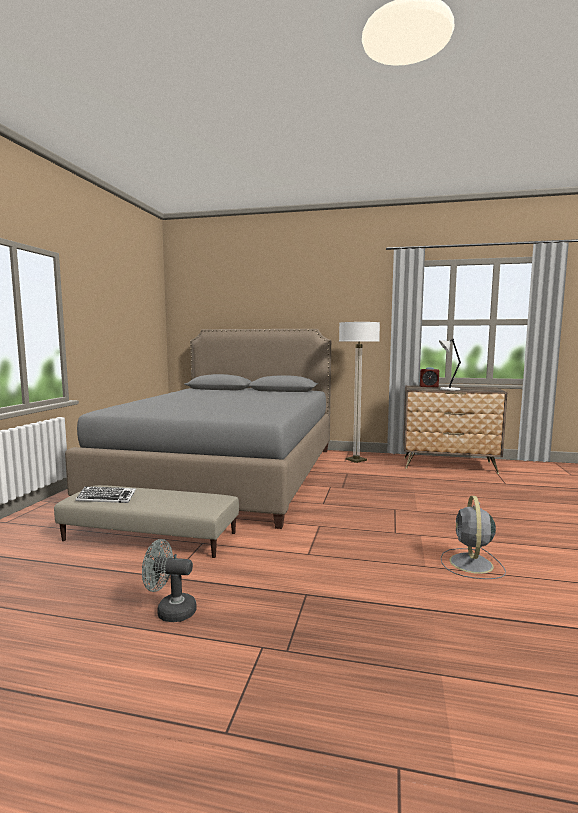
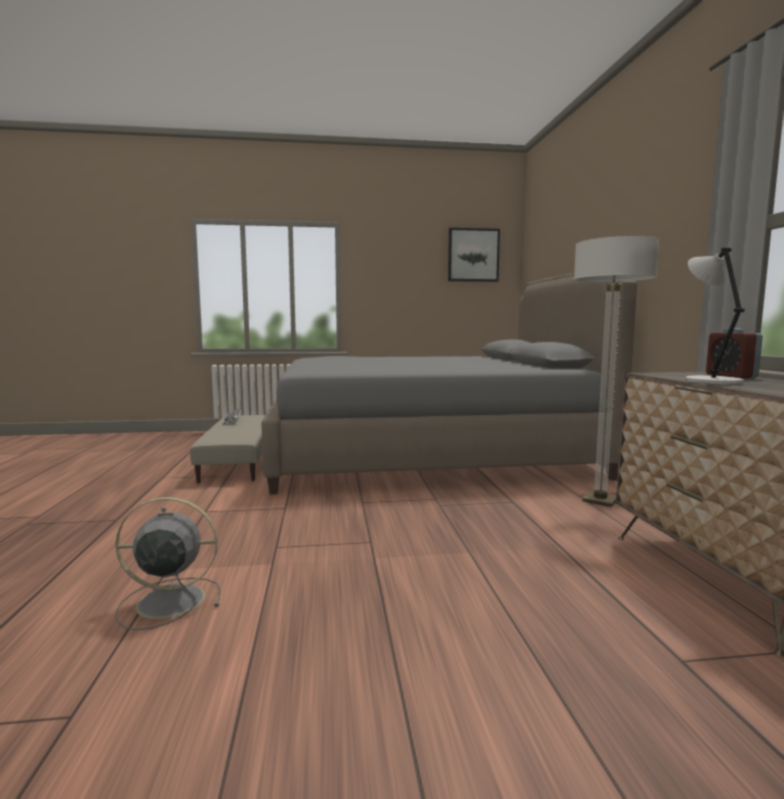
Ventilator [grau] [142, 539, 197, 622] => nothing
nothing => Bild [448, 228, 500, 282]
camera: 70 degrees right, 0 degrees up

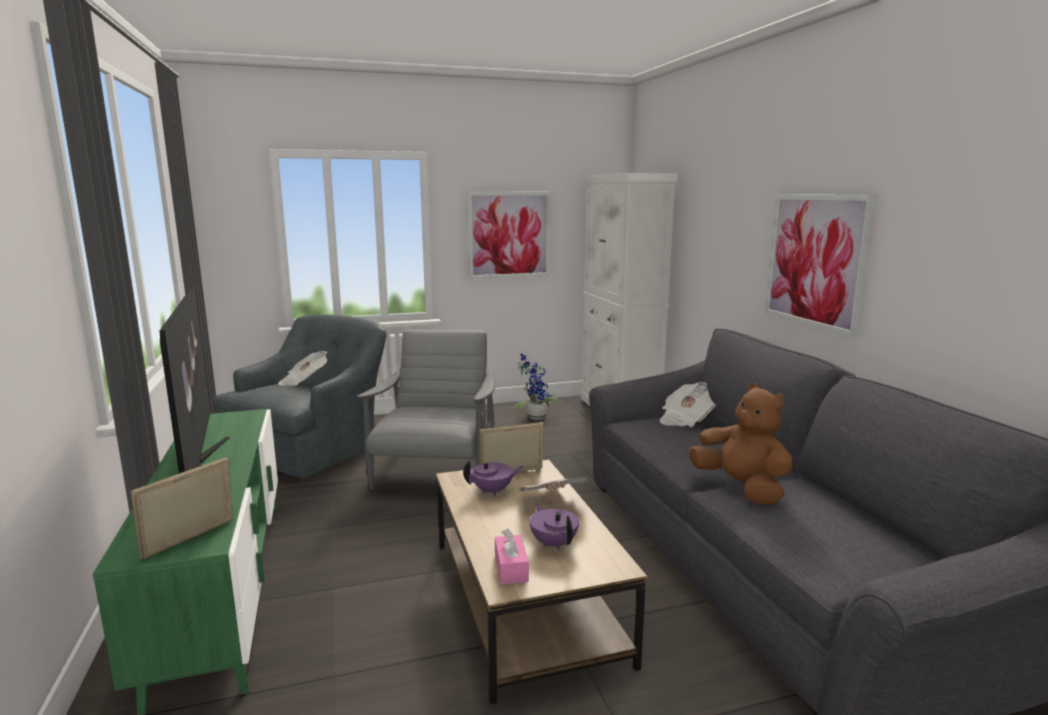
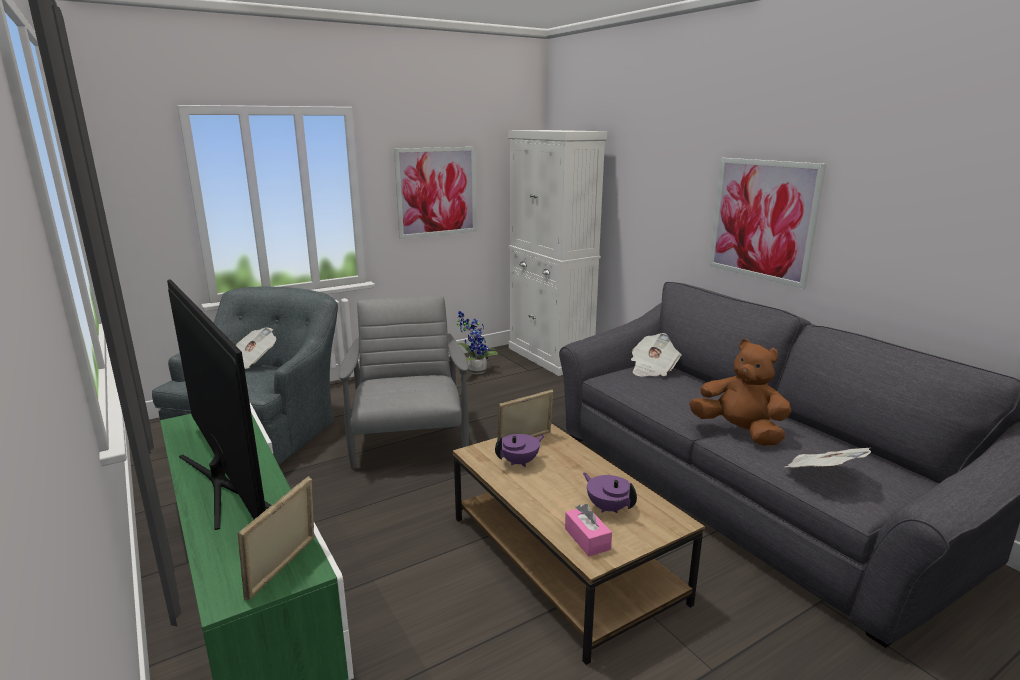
Zeitung [519, 477, 587, 492] => Zeitung [785, 448, 871, 468], shifted
camera: 15 degrees left, 5 degrees up

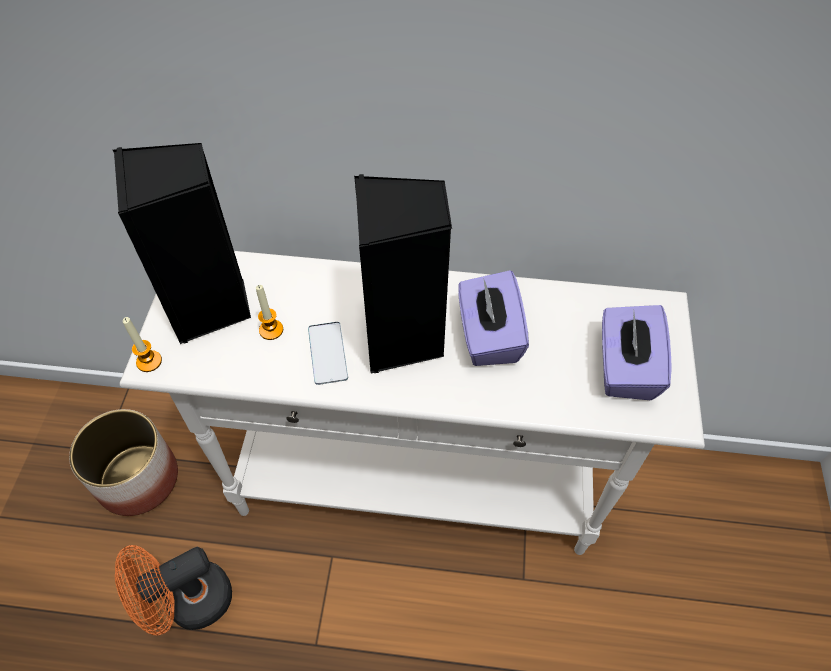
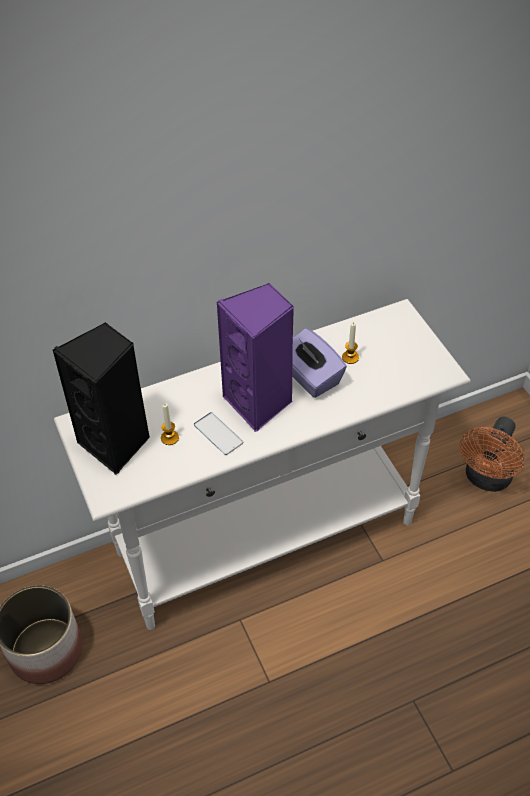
Ventilator [orange] [115, 545, 232, 635] => Ventilator [orange] [460, 417, 525, 492], shifted
Kerze [123, 317, 162, 372] => Kerze [342, 322, 359, 364], shifted
Lautsprecher [schwarz] [354, 174, 452, 373] => Lautsprecher [lila] [216, 283, 294, 432]
Taschentuchbox [lila] [602, 305, 672, 400] => nothing
camera: 30 degrees left, 5 degrees down

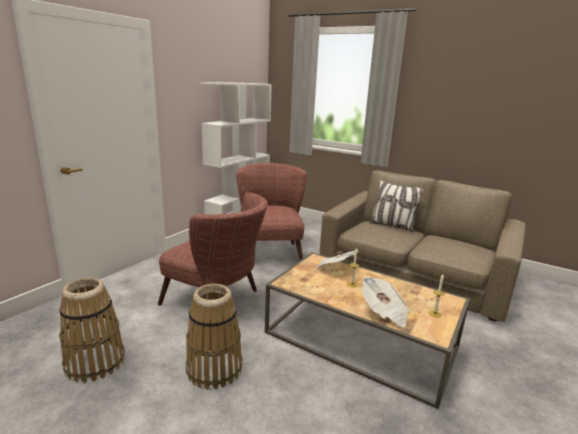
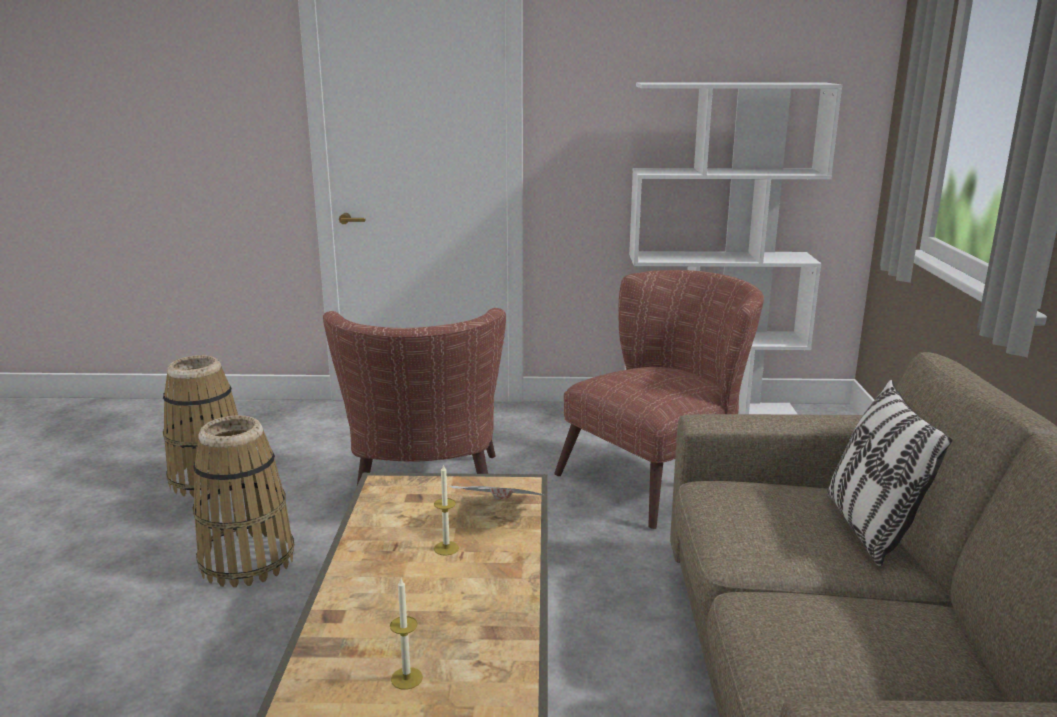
Zeitung [361, 276, 410, 327] => nothing
camera: 60 degrees right, 0 degrees up

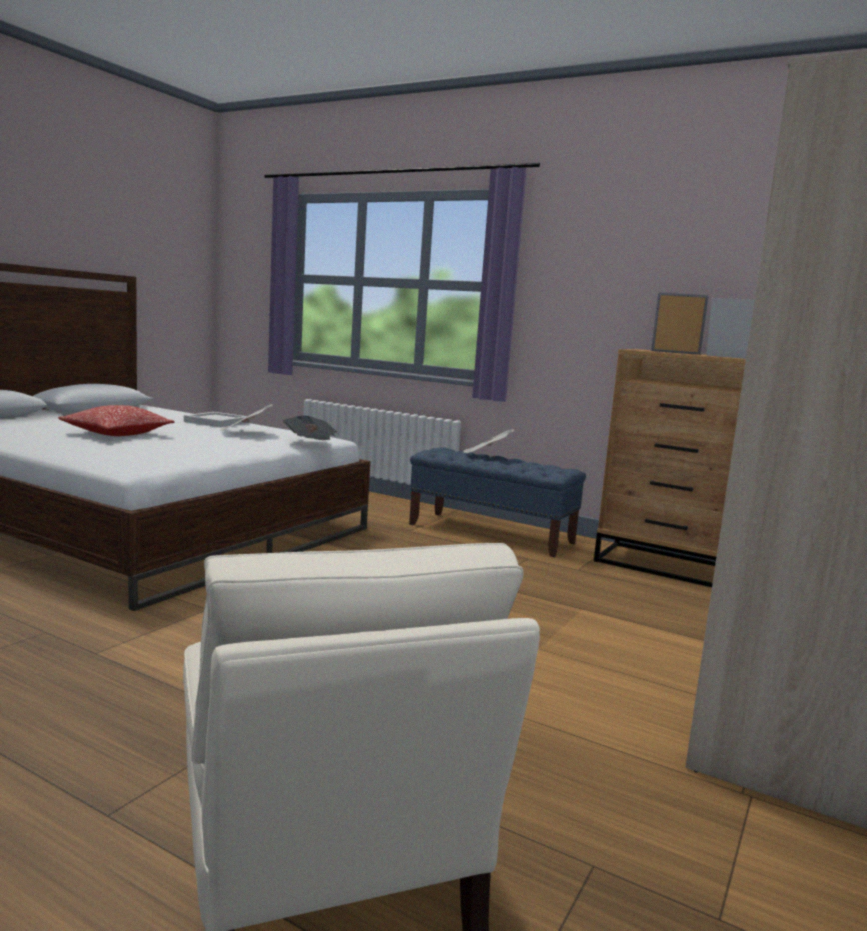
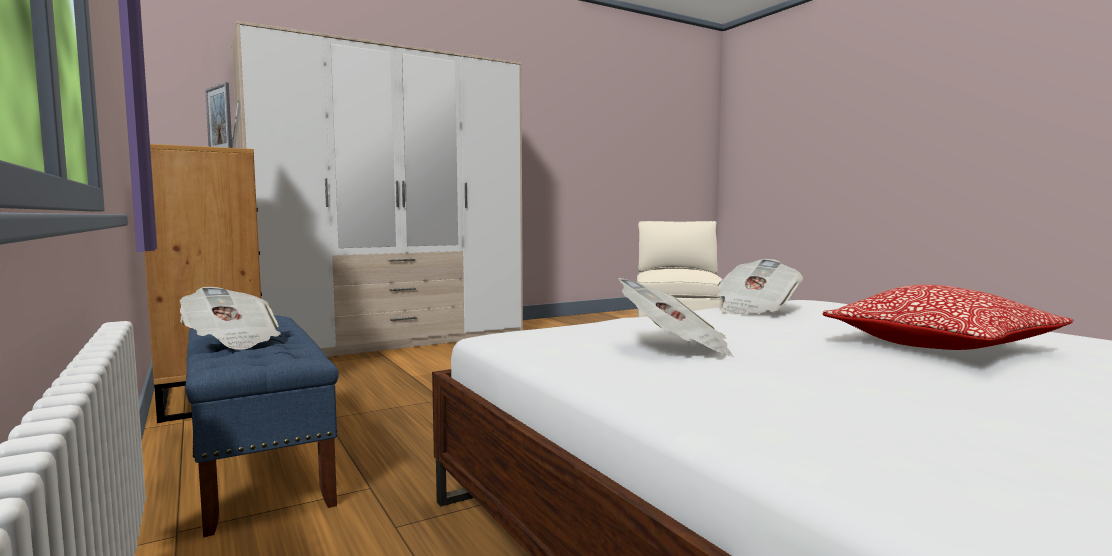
Tablett [weiß] [184, 412, 247, 427] => nothing
Zeitung [283, 416, 337, 440] => Zeitung [717, 259, 803, 314], shifted
camera: 150 degrees left, 5 degrees down

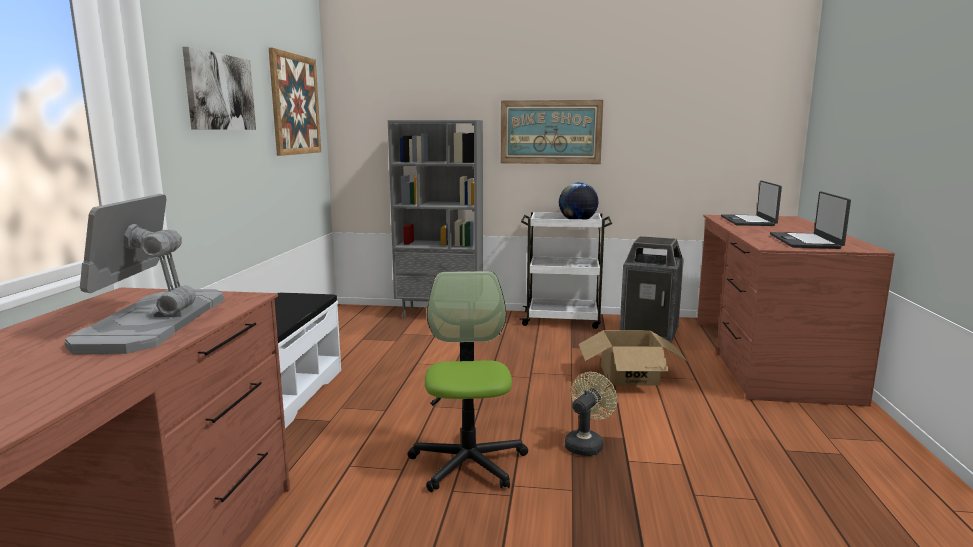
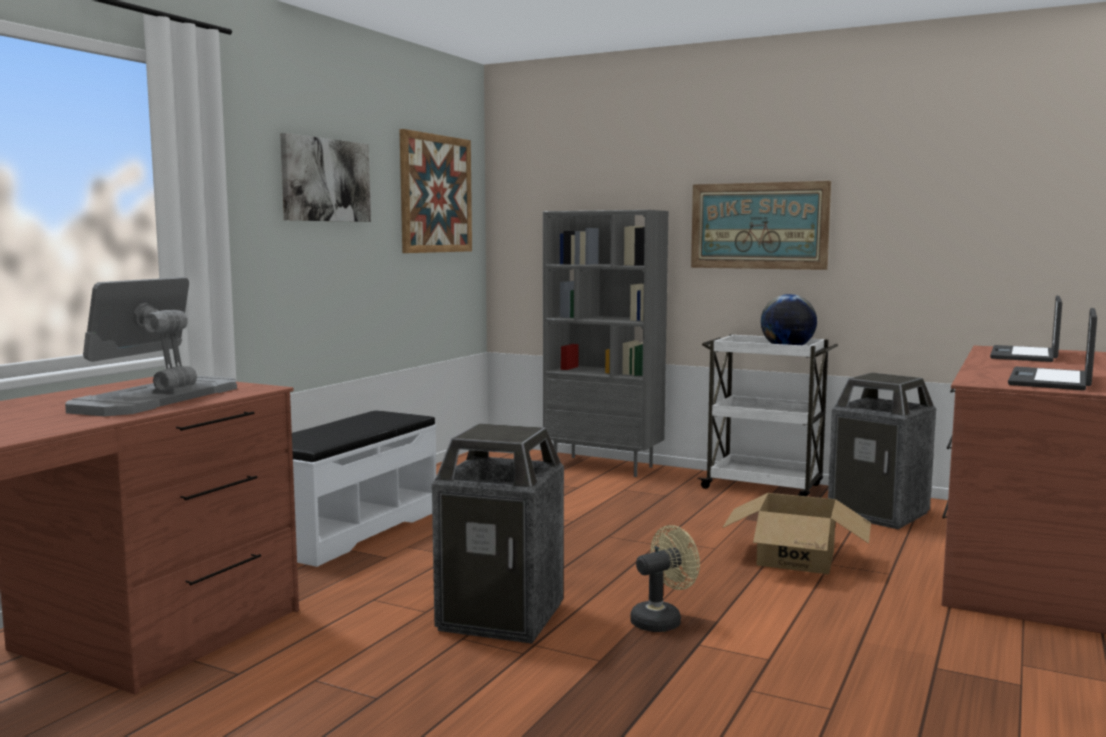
Bürostuhl [408, 271, 528, 492] => Mülleimer [432, 423, 564, 644]
camera: 20 degrees right, 5 degrees down

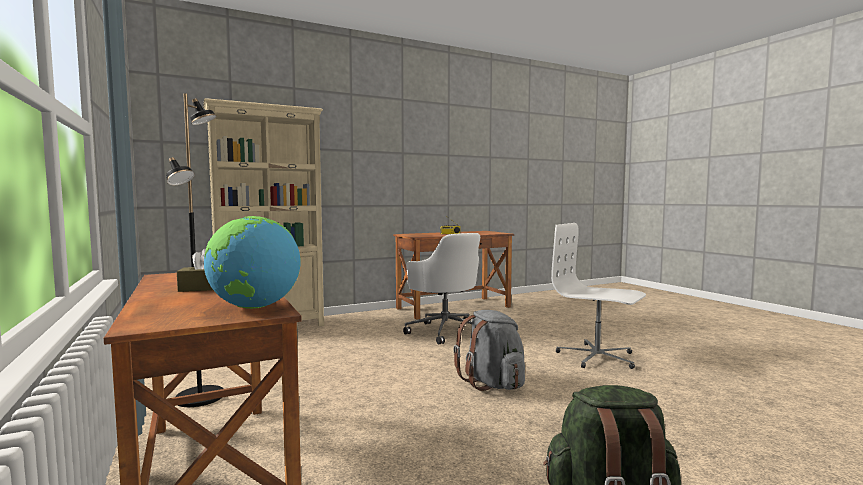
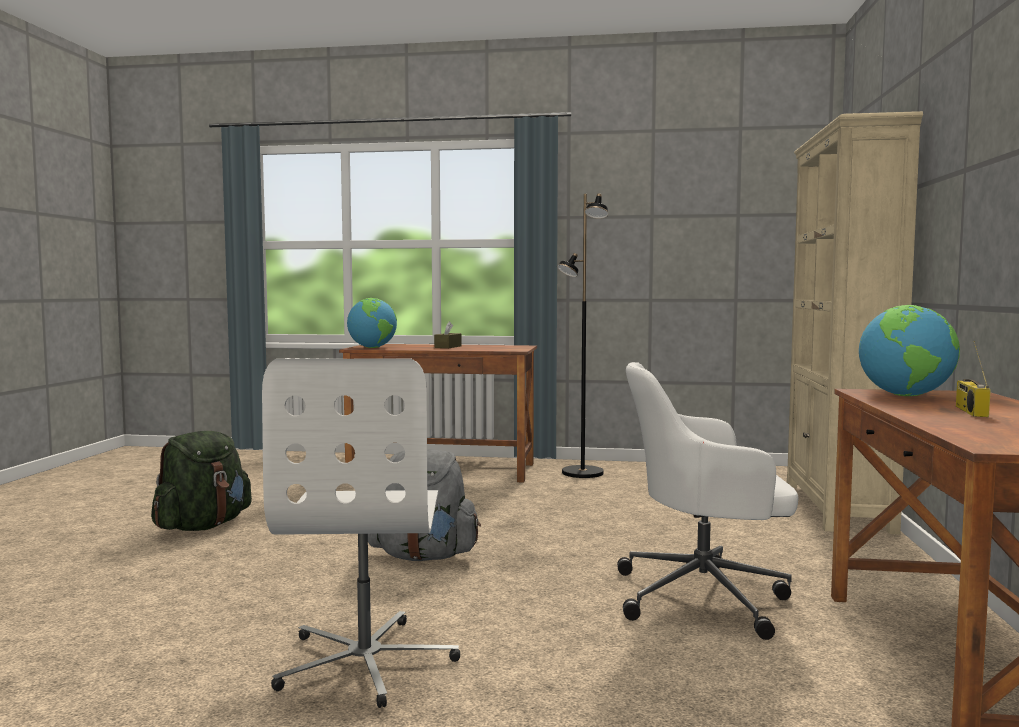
Bürostuhl [weiß] [551, 223, 646, 369] => Bürostuhl [weiß] [262, 358, 460, 708], 105 degrees clockwise
nothing => Globus [859, 305, 960, 396]
camera: 125 degrees right, 0 degrees up

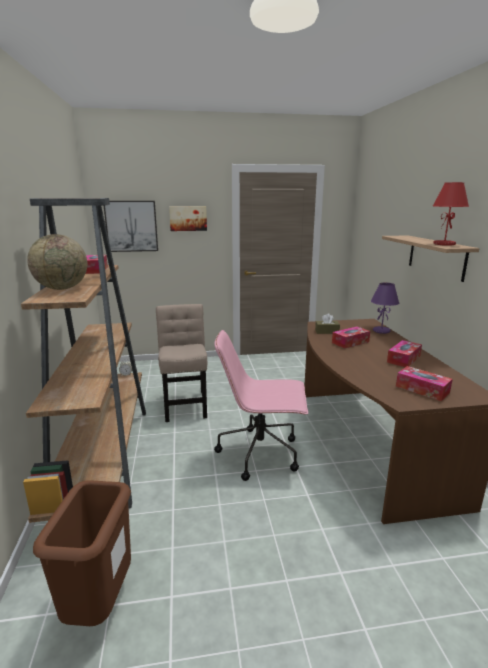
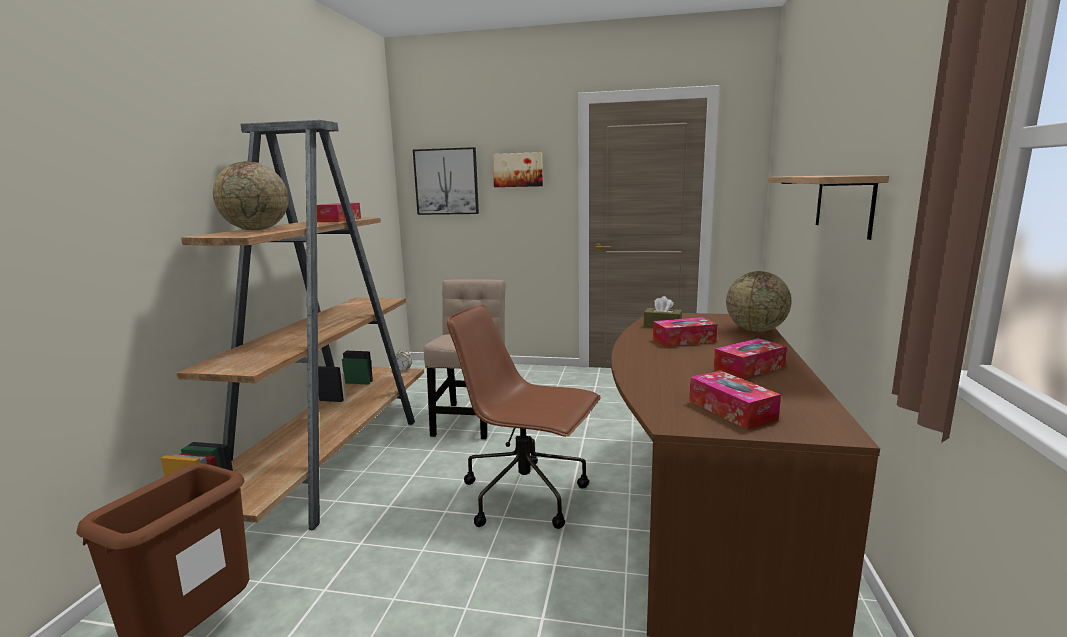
Bürostuhl [rosa] [214, 330, 308, 481] => Bürostuhl [braun] [447, 305, 601, 529]
Tischlampe [lila] [371, 283, 399, 334] => Globus [726, 271, 791, 332]
Tischlampe [rot] [433, 182, 469, 246] => nothing
camera: 20 degrees right, 5 degrees down

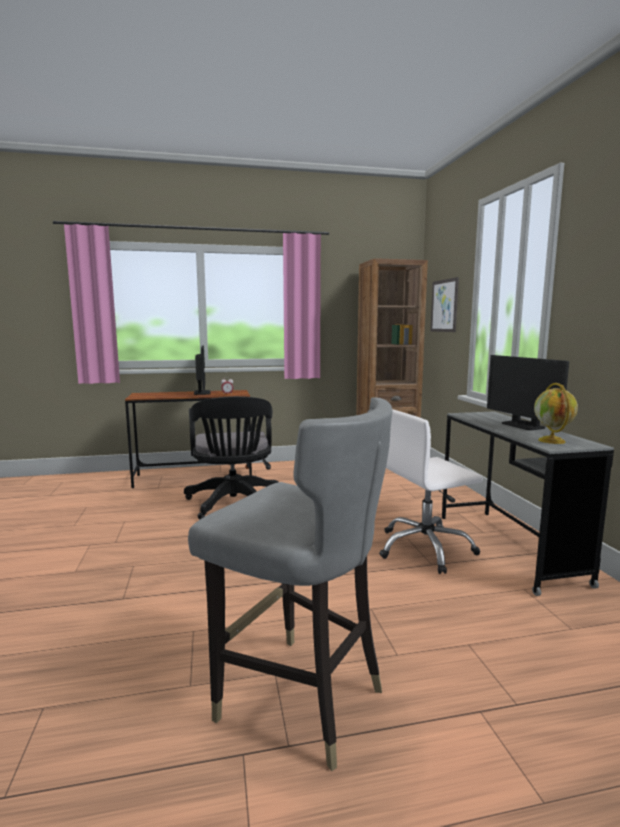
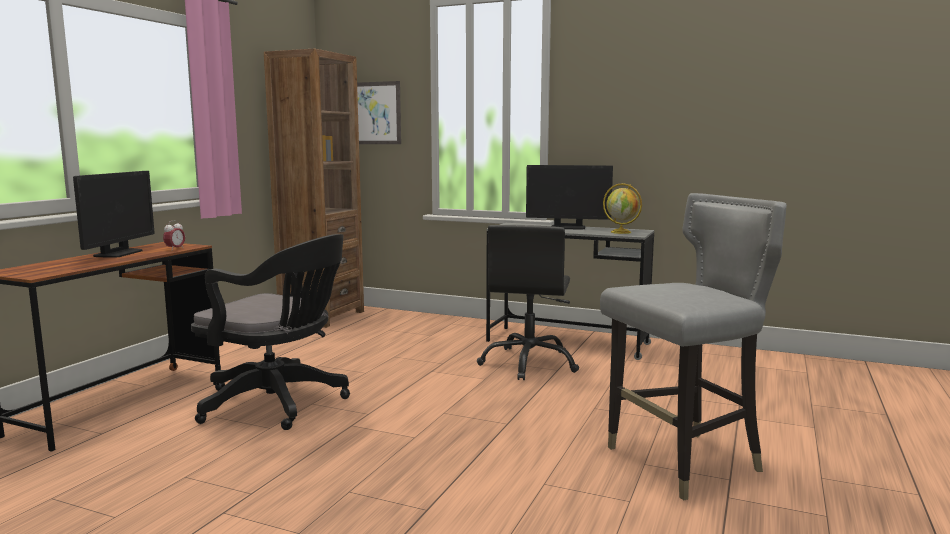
Monitor [194, 345, 211, 395] => Monitor [73, 171, 155, 258], 75 degrees clockwise
Bürostuhl [weiß] [379, 409, 483, 574] => Bürostuhl [schwarz] [477, 225, 579, 380]
camera: 55 degrees left, 0 degrees up

